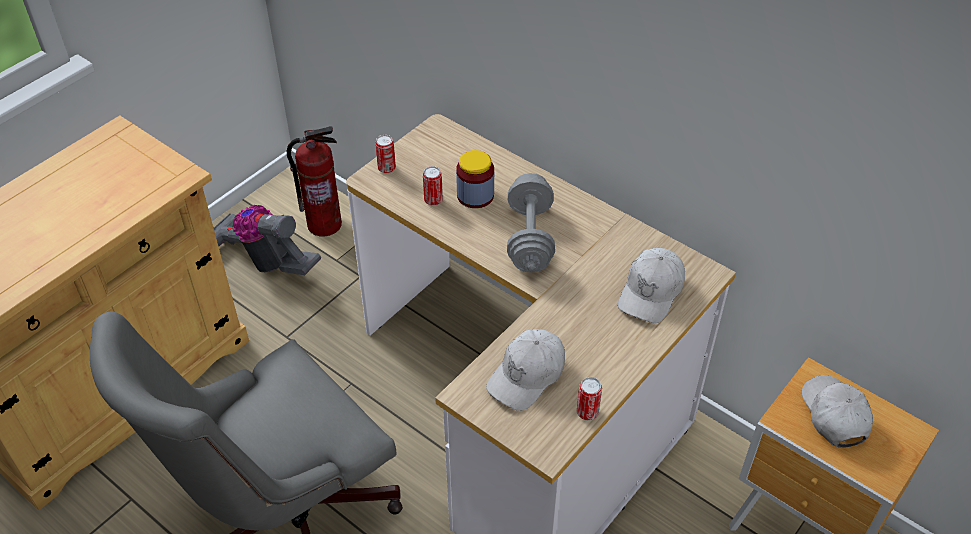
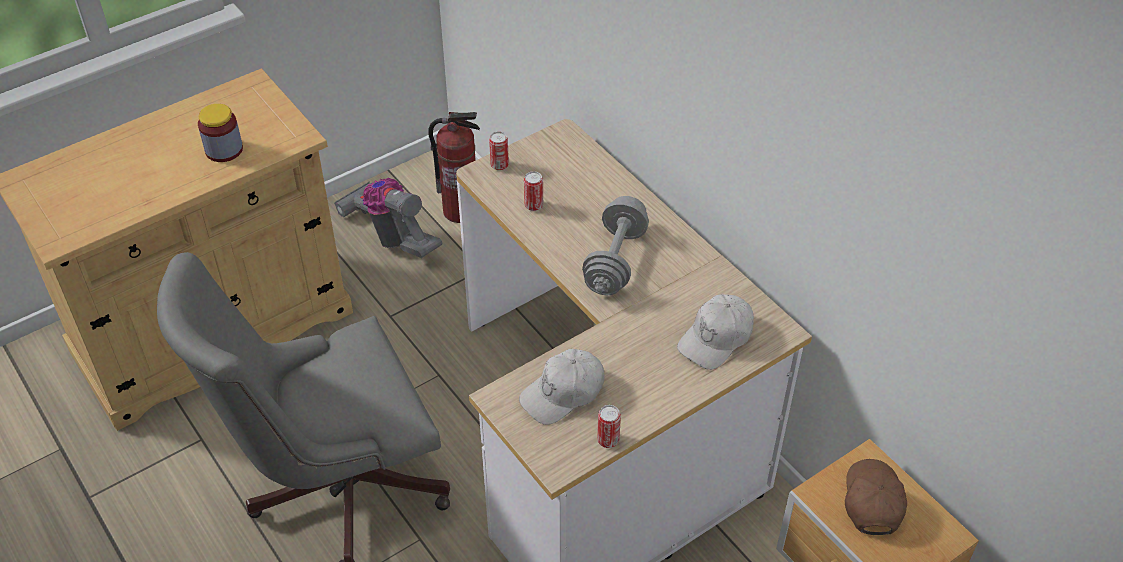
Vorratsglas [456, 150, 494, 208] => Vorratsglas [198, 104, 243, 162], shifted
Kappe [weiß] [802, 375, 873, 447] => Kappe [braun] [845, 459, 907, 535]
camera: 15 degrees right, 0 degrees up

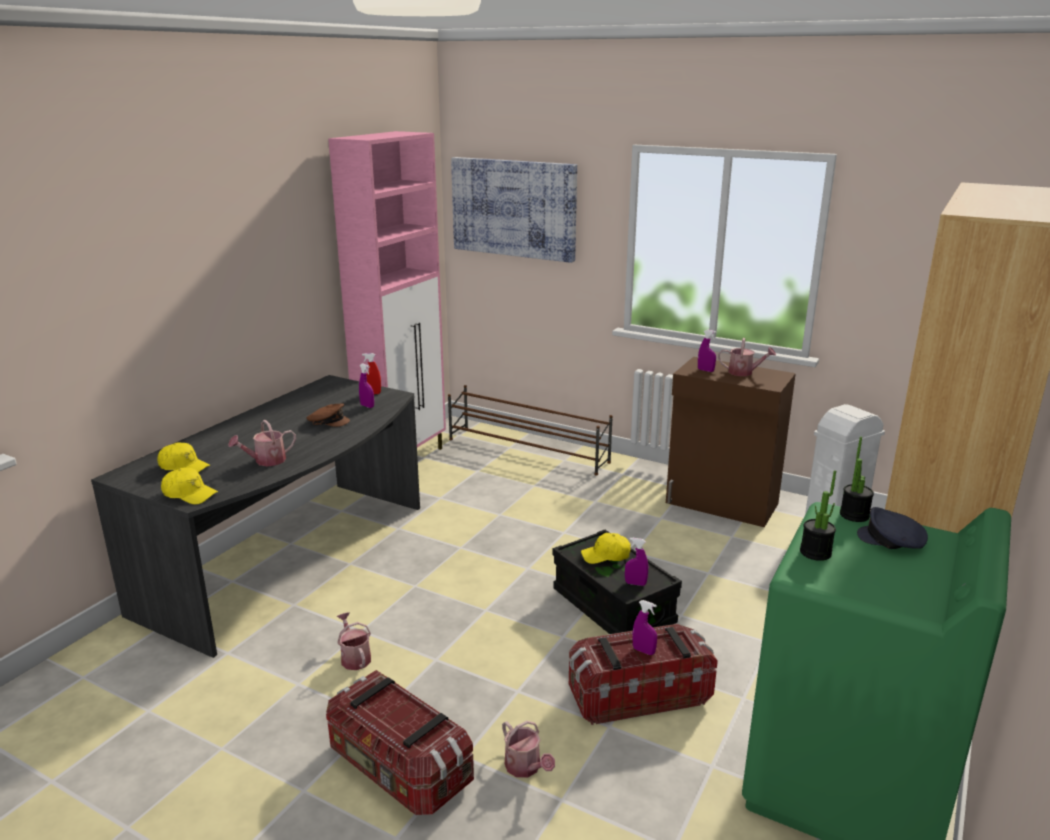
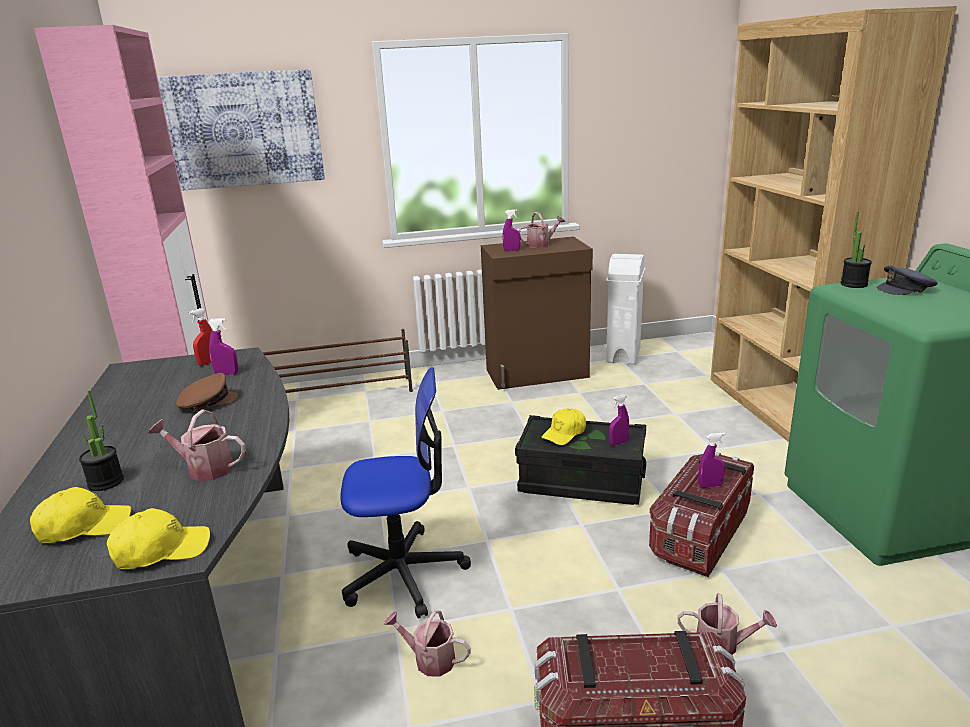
Gießkanne [228, 420, 296, 467] => Gießkanne [148, 410, 246, 481], 90 degrees clockwise
Topfpflanze [800, 470, 836, 561] => Topfpflanze [79, 390, 124, 491], shifted
nothing => Bürostuhl [340, 367, 471, 619]
camera: 40 degrees left, 0 degrees up

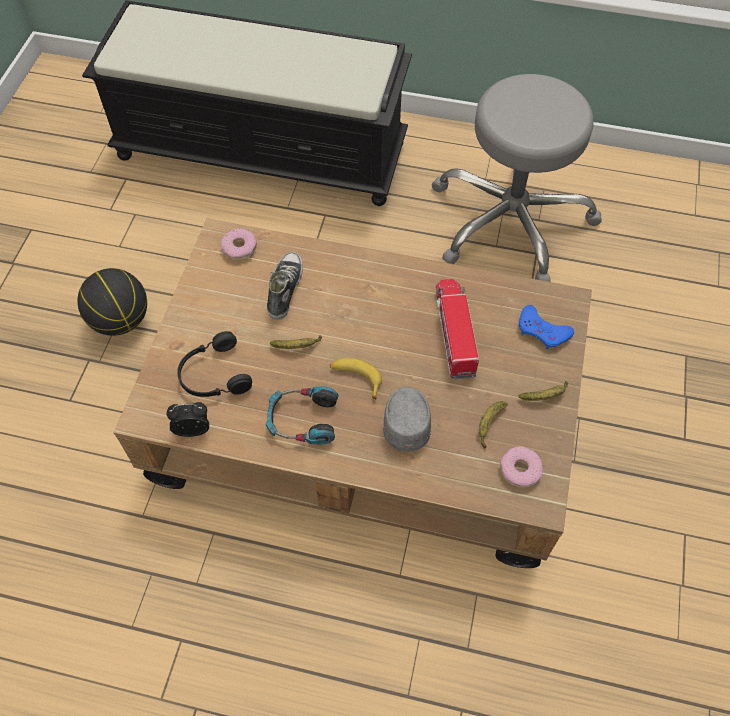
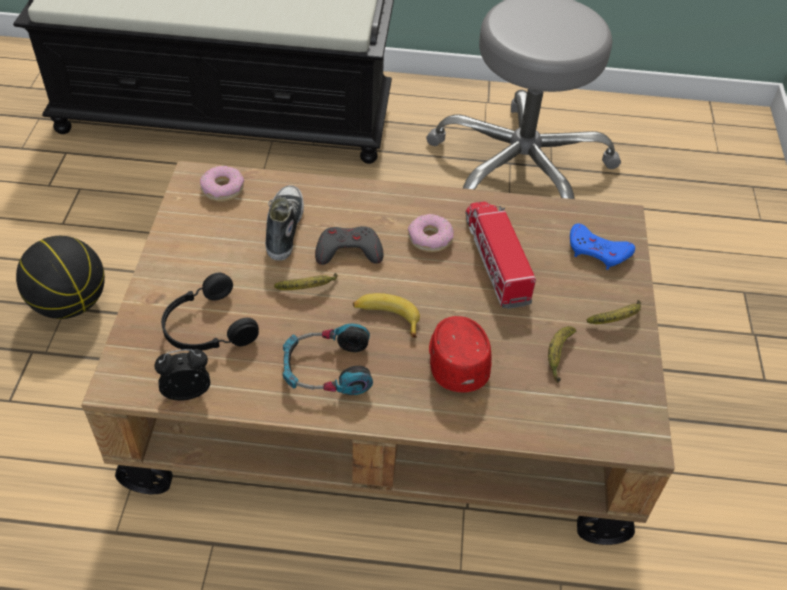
Kappe [grau] [383, 387, 431, 452] => Kappe [rot] [429, 316, 492, 392]
Donut [500, 446, 543, 488] => Donut [408, 214, 454, 253], shifted
nothing => Gamepad [grau] [315, 226, 383, 265]
camera: 10 degrees left, 10 degrees down

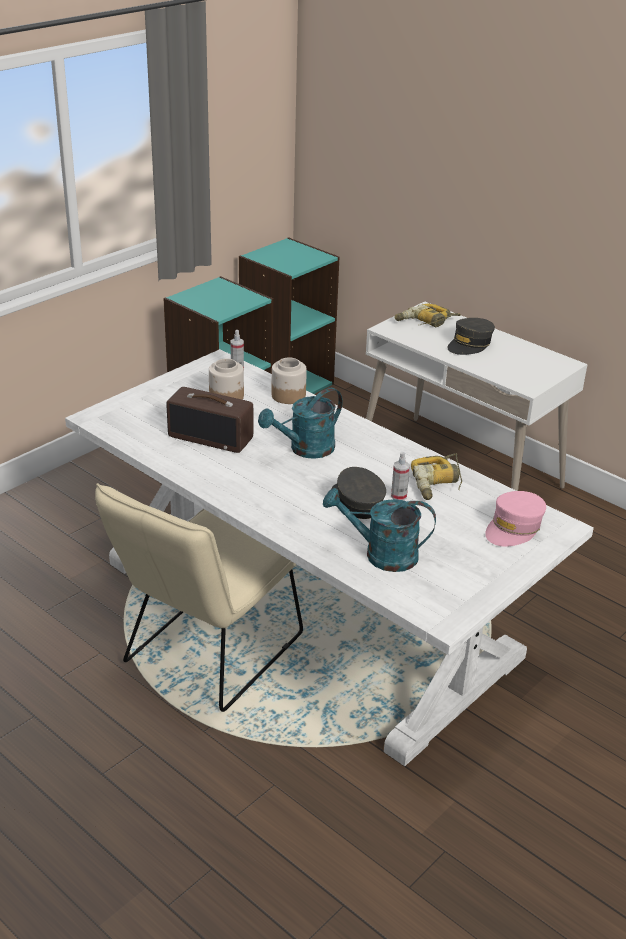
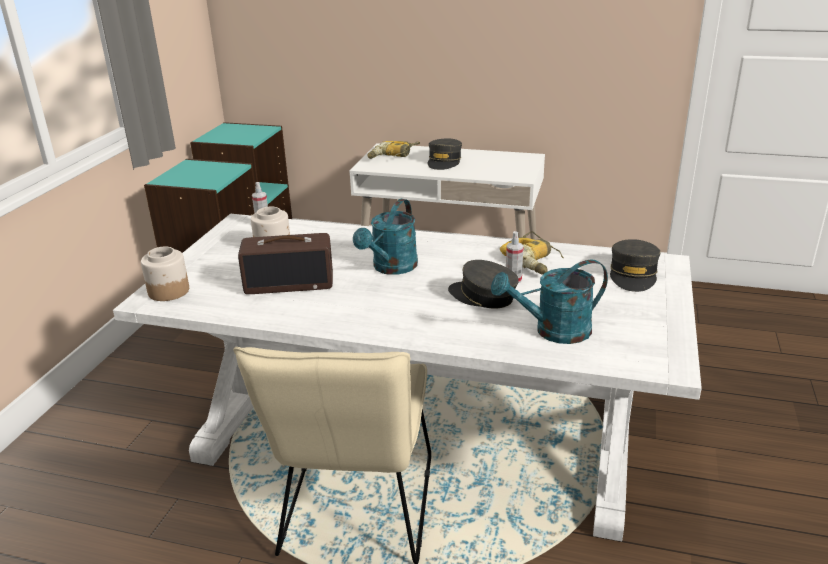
Vorratsglas [271, 358, 307, 404] => Vorratsglas [141, 246, 189, 301], shifted
Kappe [rosa] [485, 491, 546, 547] => Kappe [grau] [610, 239, 660, 292]
camera: 25 degrees left, 5 degrees down

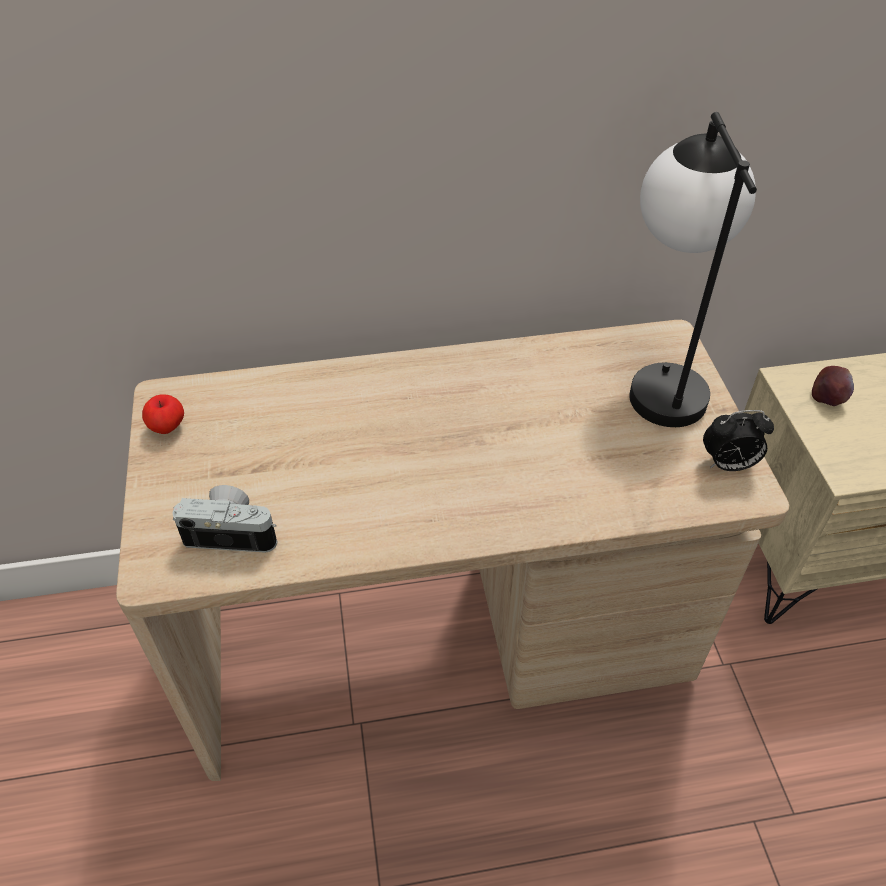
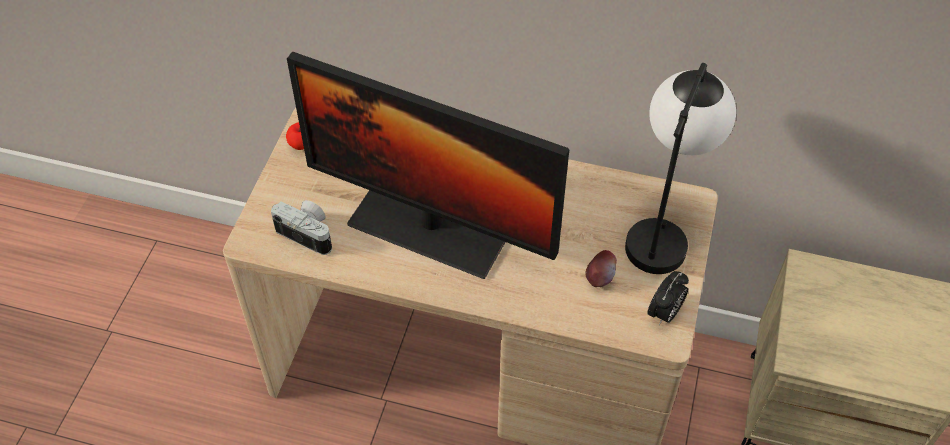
Wecker [703, 410, 774, 471] => Wecker [647, 271, 689, 325], 75 degrees counterclockwise
Apfel [812, 366, 854, 406] => Apfel [585, 250, 617, 287], shifted
nothing => Monitor [287, 52, 569, 279]
camera: 25 degrees right, 5 degrees up

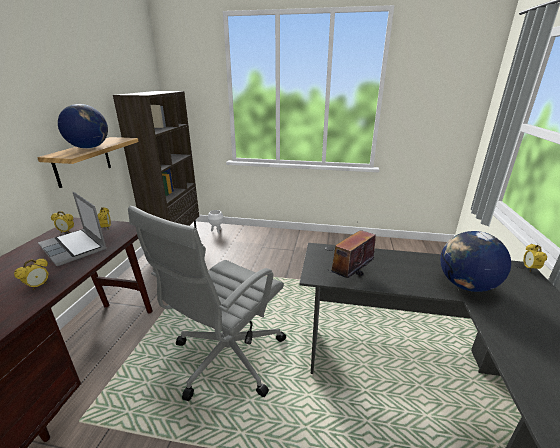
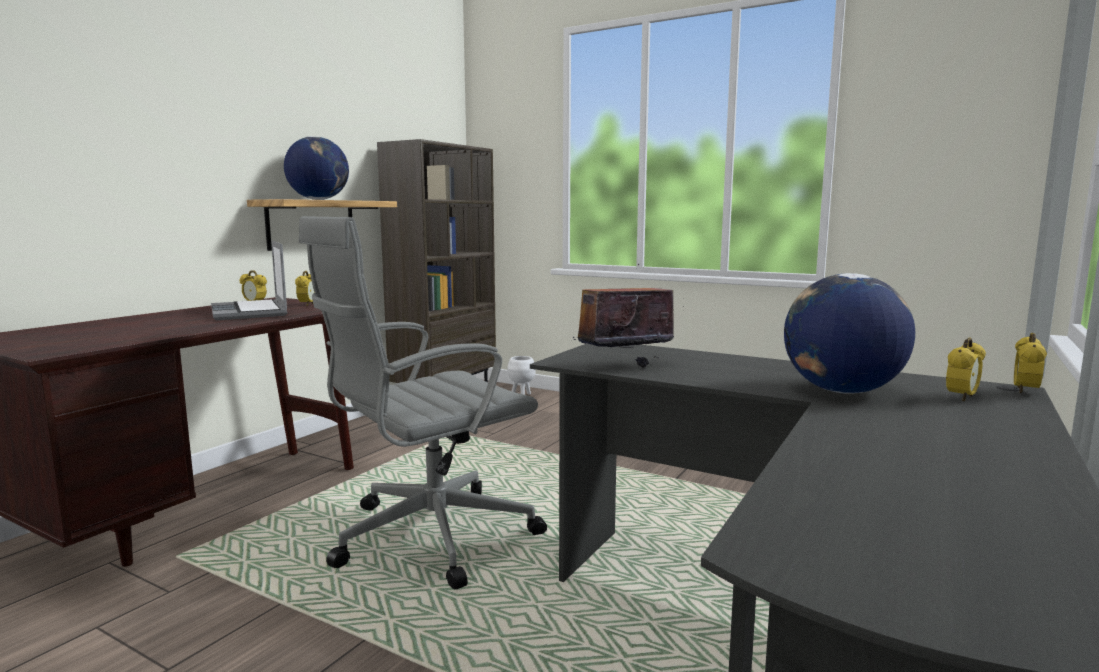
Wecker [14, 258, 48, 290] => Wecker [946, 337, 986, 401], shifted
camera: 20 degrees right, 15 degrees down

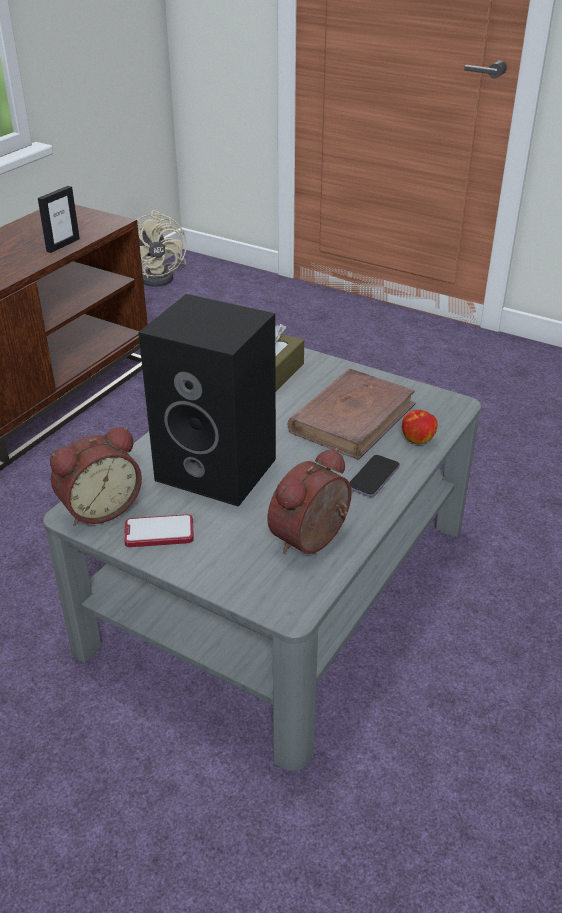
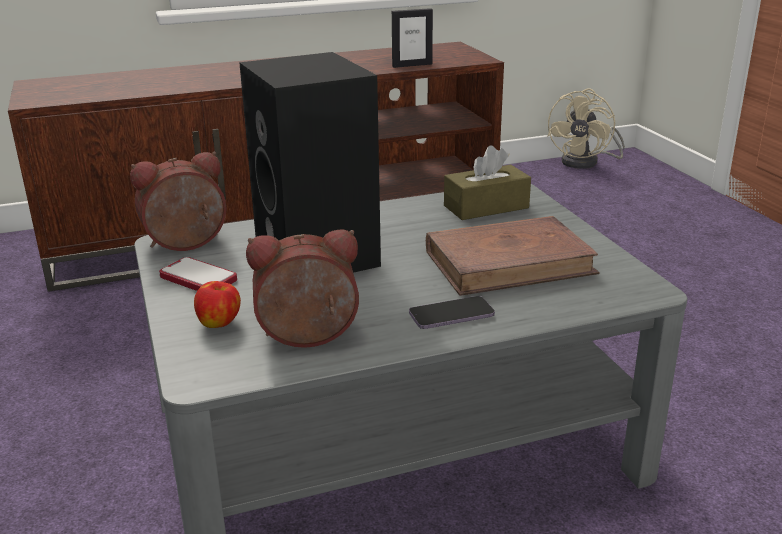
Wecker [50, 427, 142, 526] => Wecker [130, 152, 227, 251], 150 degrees clockwise
Apfel [402, 410, 438, 445] => Apfel [194, 281, 241, 328], shifted
camera: 40 degrees right, 10 degrees down

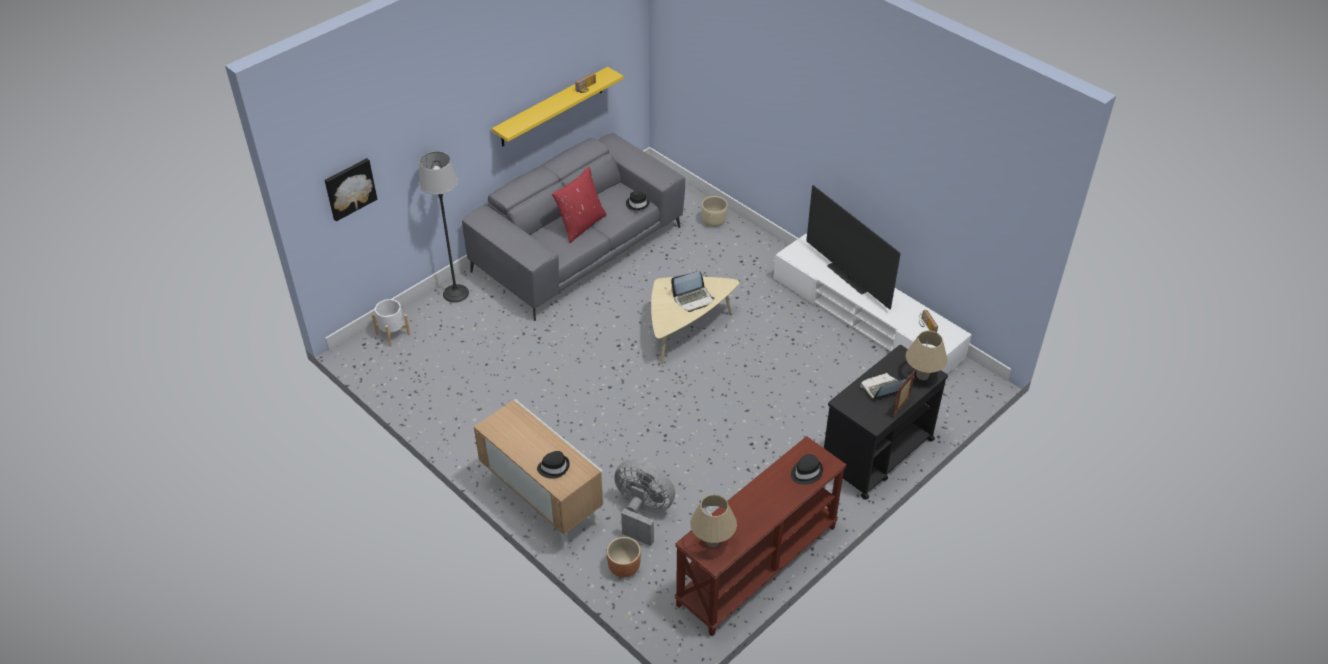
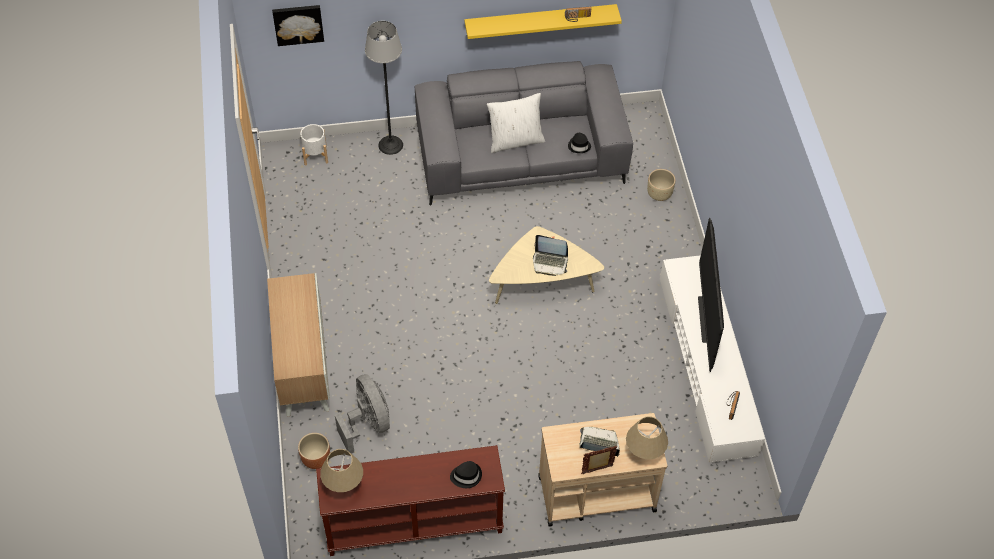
Hut [schwarz] [537, 451, 570, 479] => nothing
Kissen [rot] [552, 167, 607, 243] => Kissen [weiß] [487, 93, 545, 153]
Rollwagen [schwarz] [824, 345, 948, 500] => Rollwagen [beige] [538, 413, 667, 527]
camera: 35 degrees right, 10 degrees up

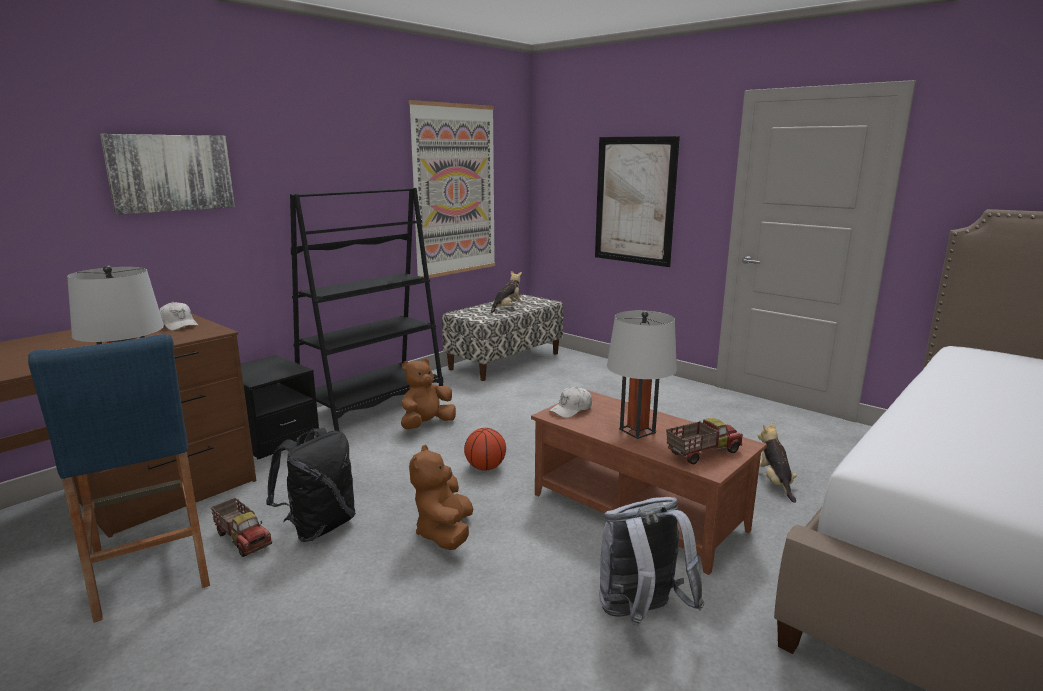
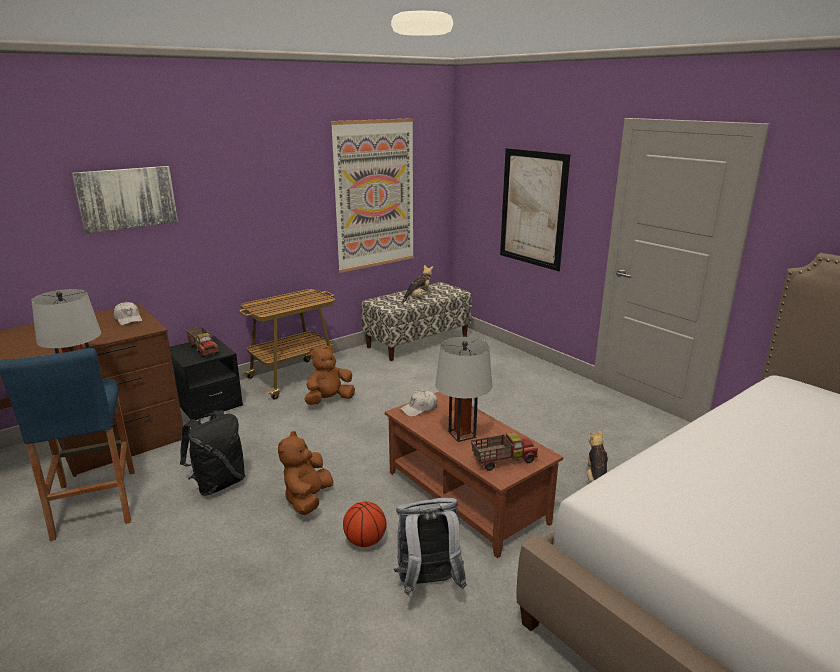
Spielzeuglaster [211, 498, 272, 557] => Spielzeuglaster [186, 327, 219, 357], shifted
Bücherregal [schwarz] [290, 188, 444, 431] => Rollwagen [239, 289, 335, 400]
Basketball [464, 428, 506, 471] => Basketball [343, 501, 387, 547], shifted
camera: 10 degrees right, 5 degrees up

